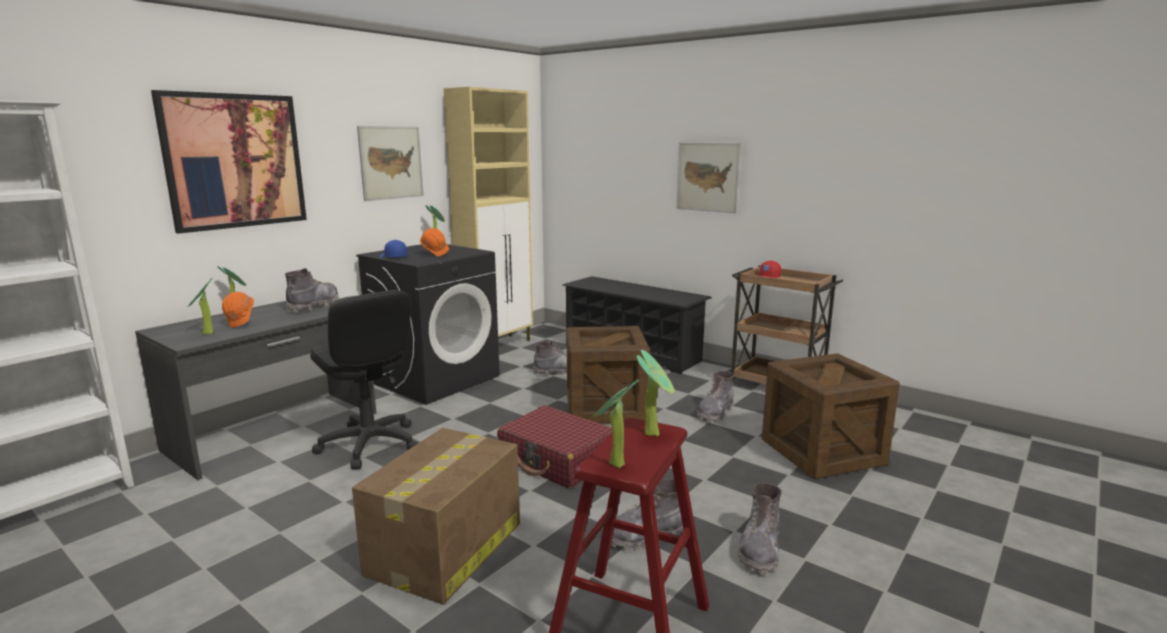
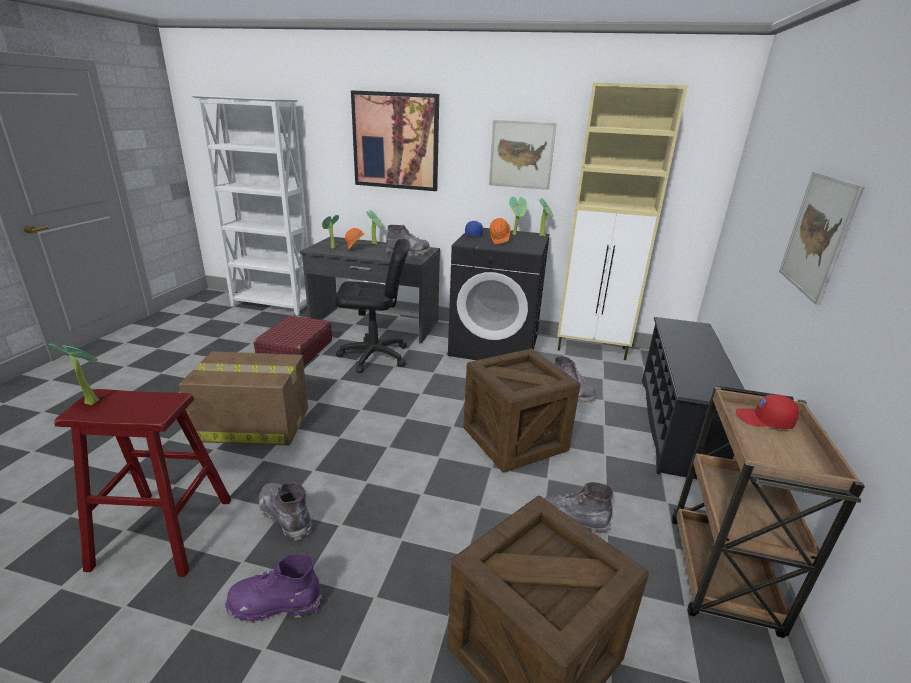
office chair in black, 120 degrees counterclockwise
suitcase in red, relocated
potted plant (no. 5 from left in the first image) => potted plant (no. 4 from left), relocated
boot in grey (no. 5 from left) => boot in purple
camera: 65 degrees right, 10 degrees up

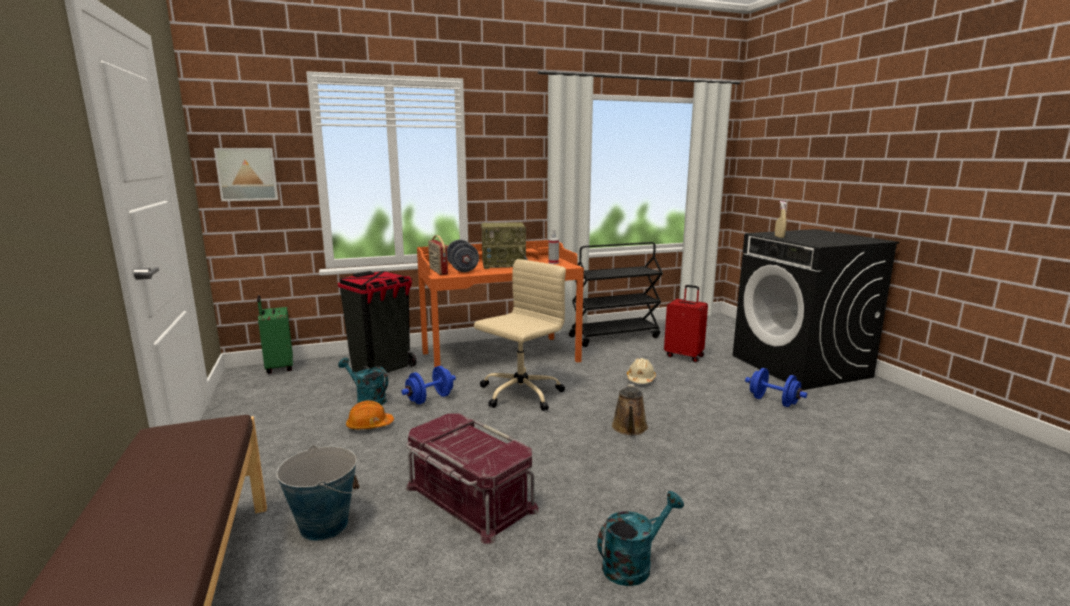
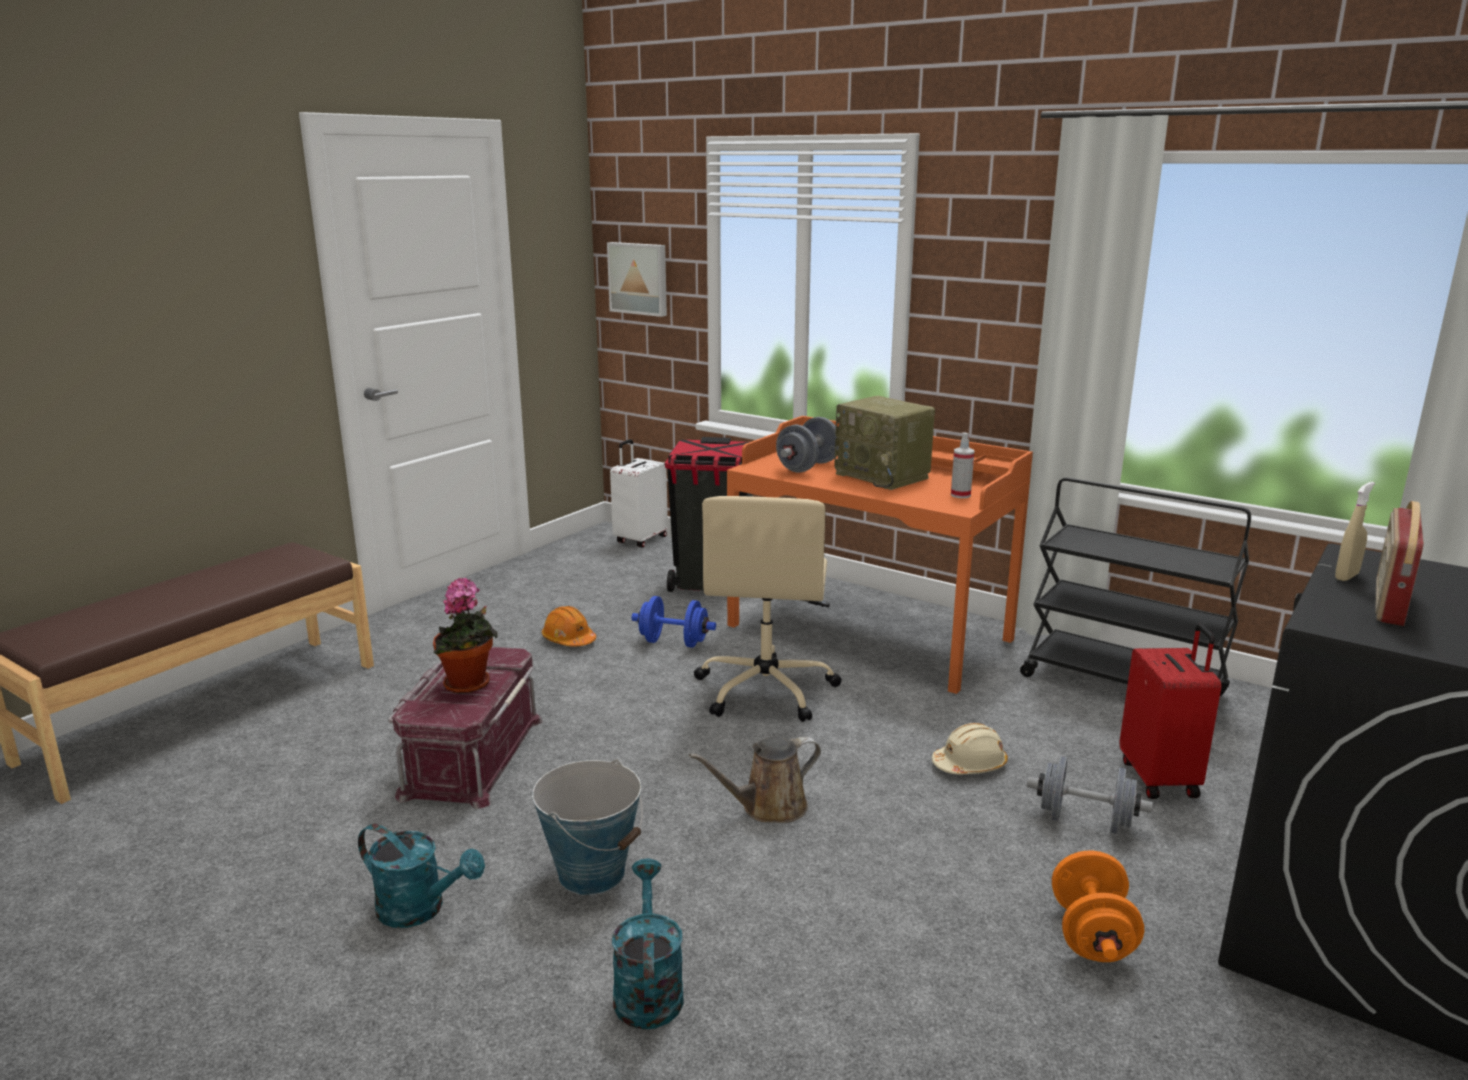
suitcase in green => suitcase in white
bucket, relocated
watering can in turquoise (no. 1 from left in the first image) => watering can in turquoise (no. 2 from left), relocated
radio (no. 1 from left in the first image) => radio (no. 2 from left), relocated
office chair in beige, 90 degrees clockwise
dumbbell in blue (no. 2 from left) => dumbbell in orange
nothing => potted plant
nothing => dumbbell in grey (no. 2 from left)
camera: 55 degrees right, 5 degrees up

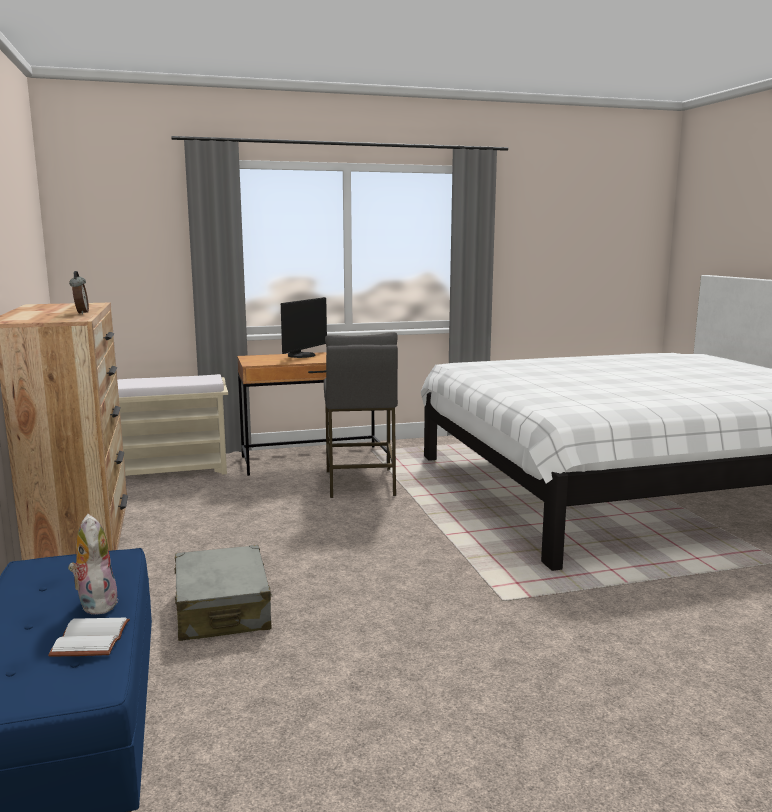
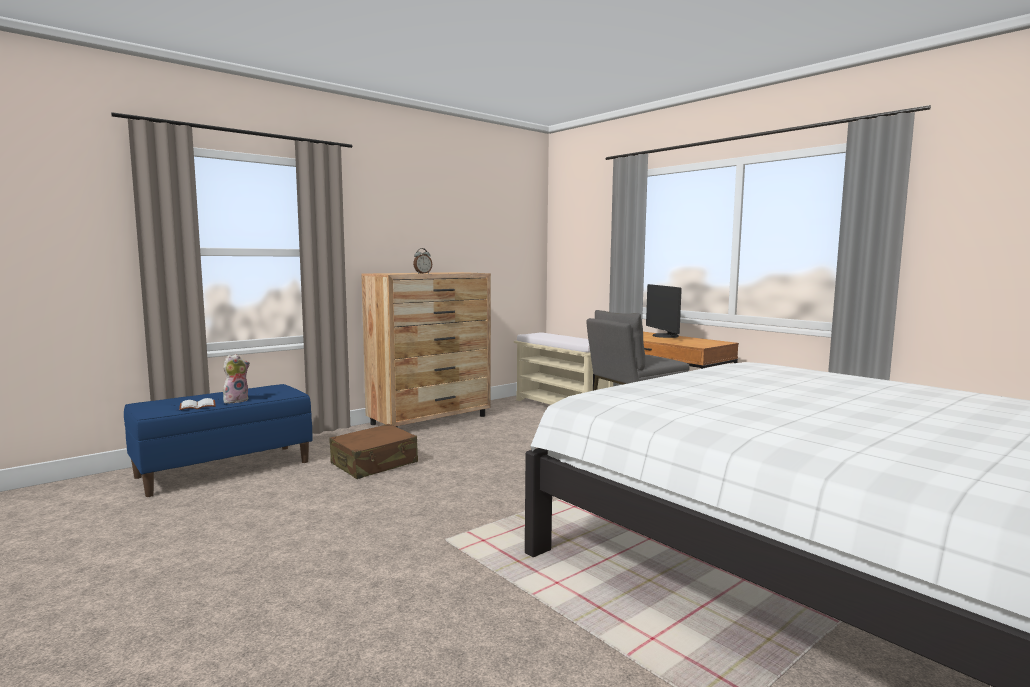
suitcase in grey => suitcase in brown
monitor, 75 degrees clockwise
camera: 65 degrees right, 5 degrees down

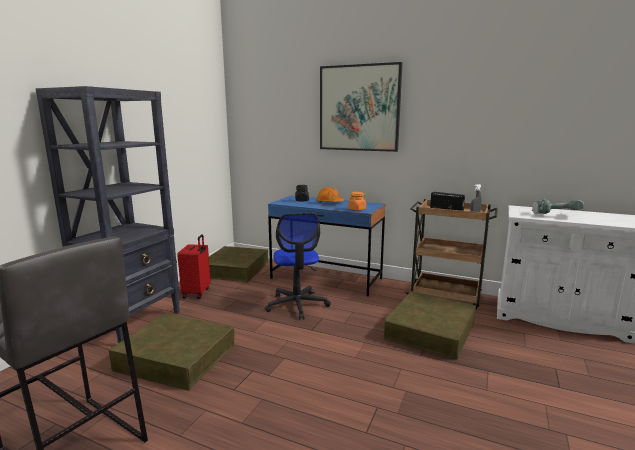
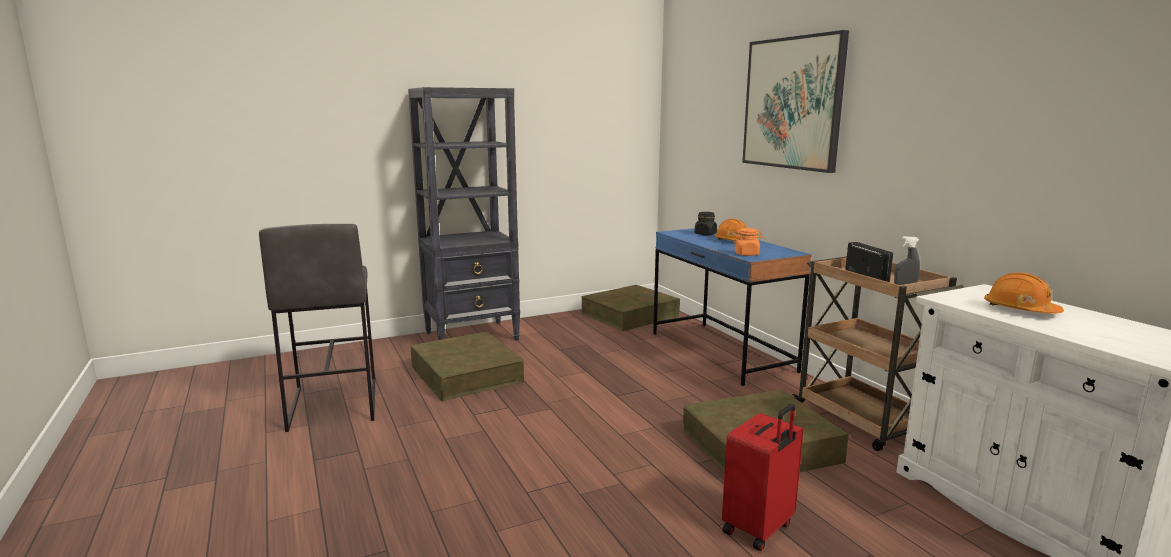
suitcase in red, relocated
office chair => nothing
power drill => hard hat in orange (no. 2 from left)
camera: 40 degrees right, 0 degrees up

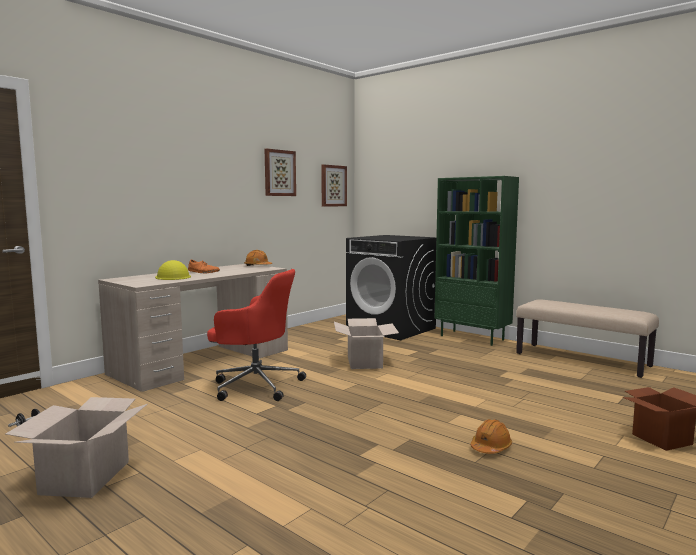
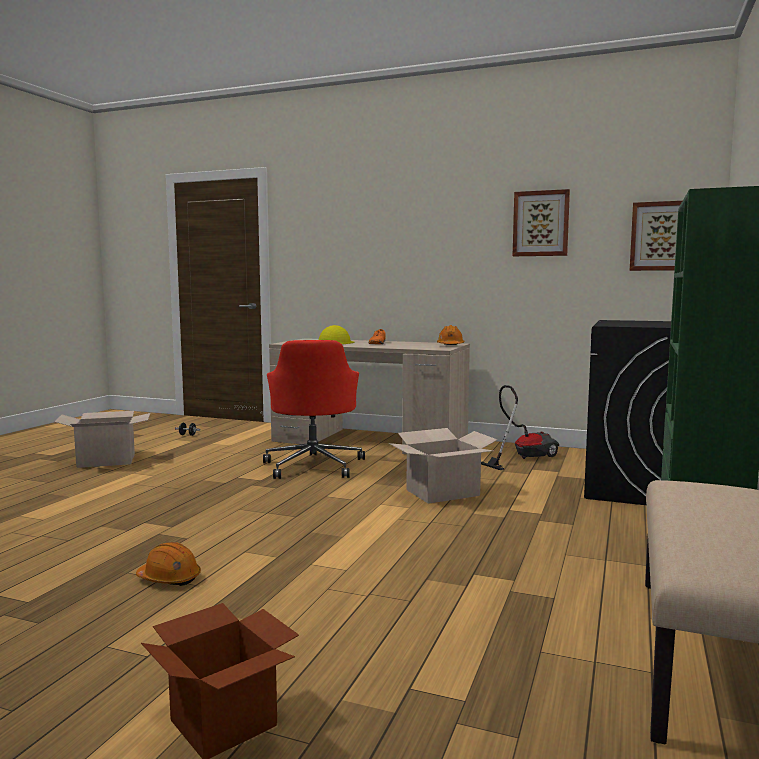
nothing => vacuum cleaner
camera: 70 degrees right, 0 degrees up

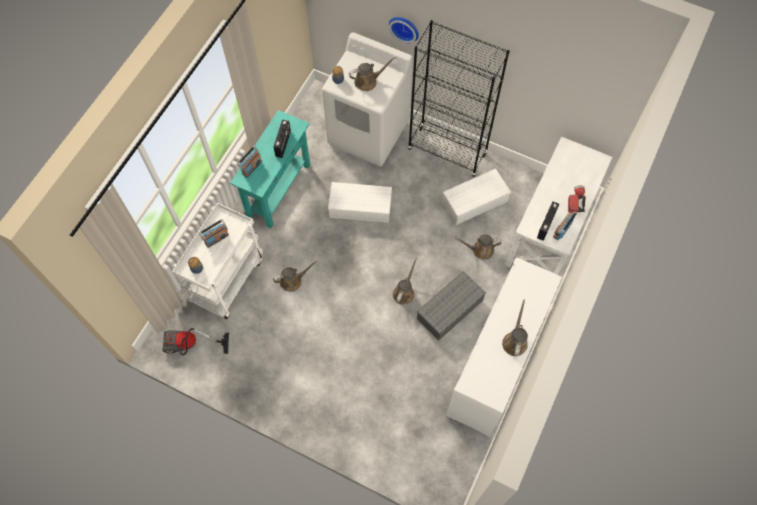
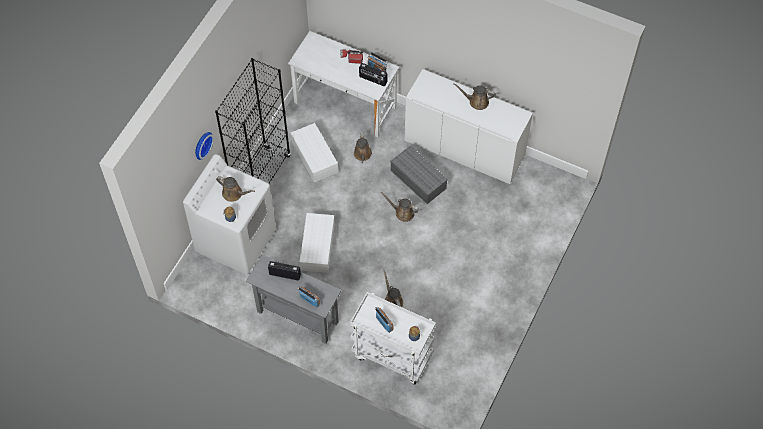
vacuum cleaner => nothing
console table in turquoise => console table in grey
watering can in brown (no. 2 from left in the first image) => watering can in brown (no. 1 from left), 135 degrees clockwise
camera: 90 degrees left, 5 degrees down

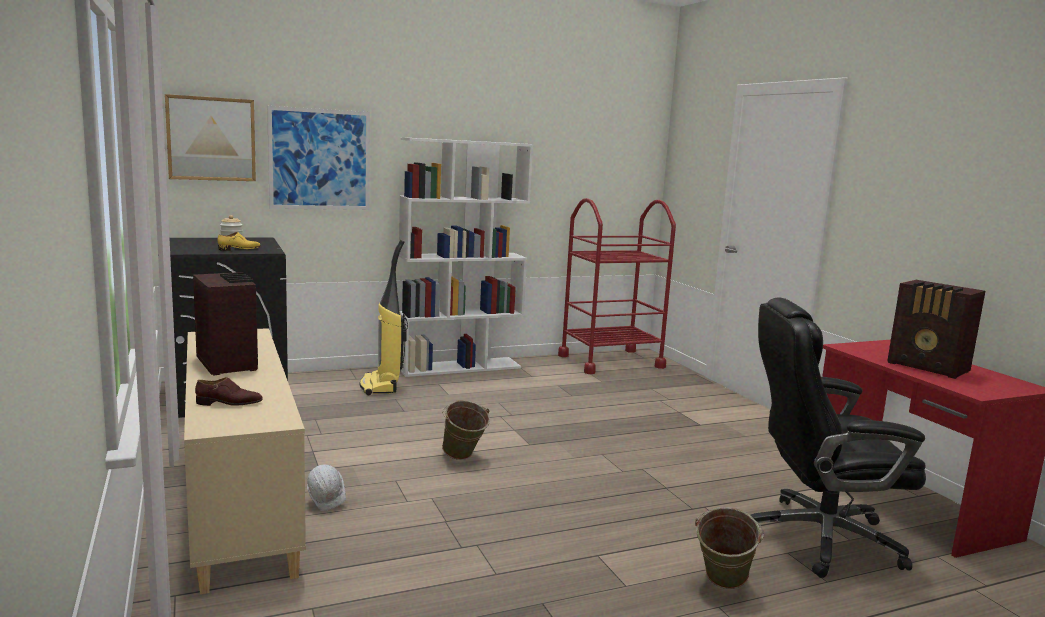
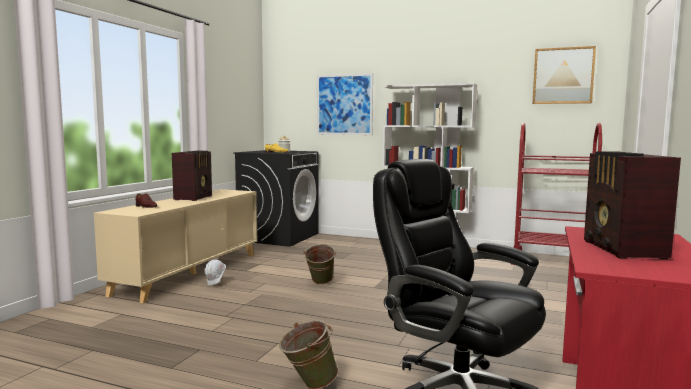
picture (no. 1 from left in the first image) => picture (no. 2 from left), relocated
vacuum cleaner => nothing
camera: 45 degrees right, 5 degrees down

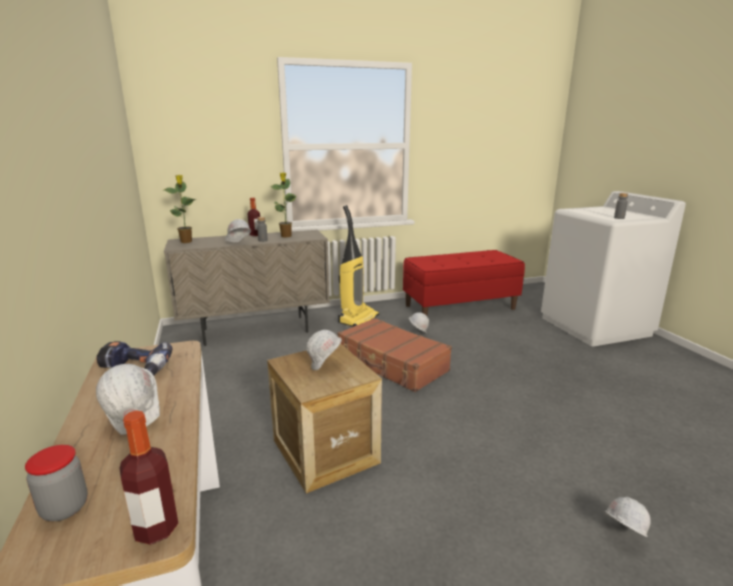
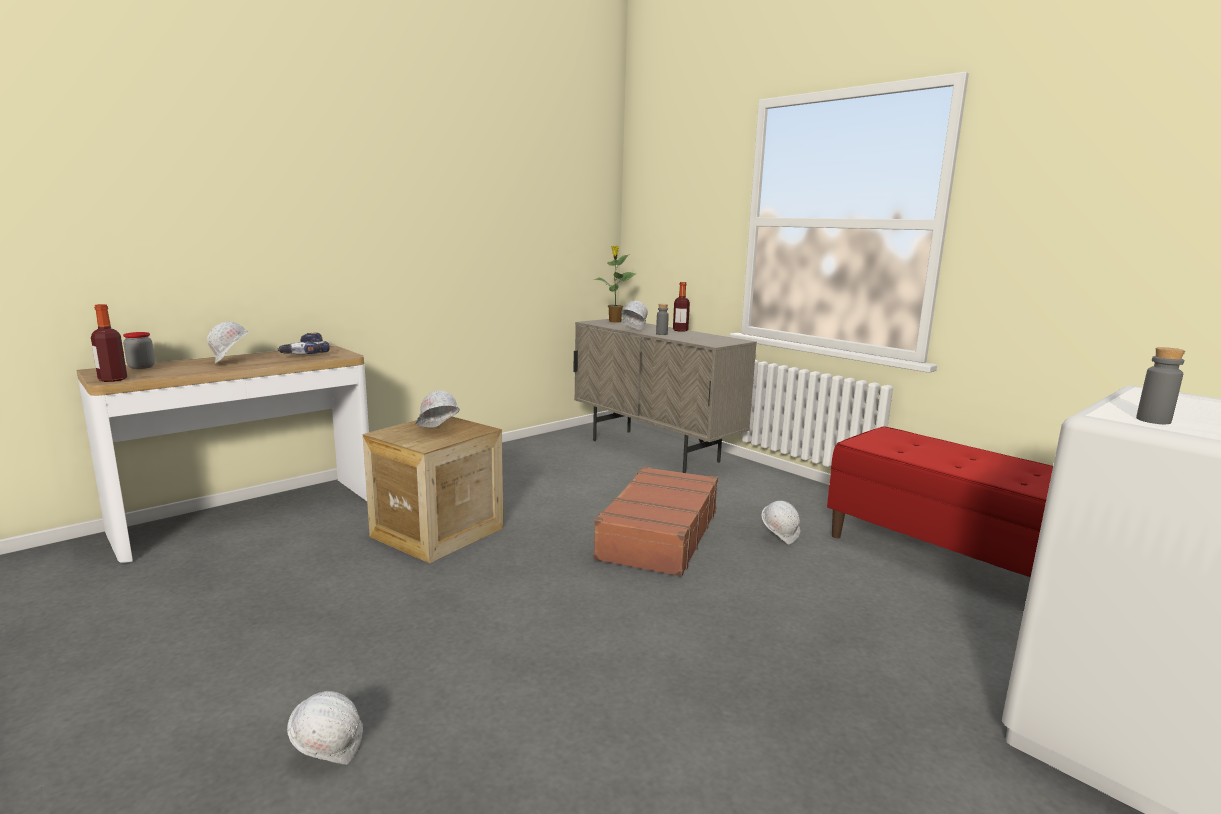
potted plant (no. 2 from left) => nothing
vacuum cleaner => nothing
camera: 65 degrees right, 5 degrees down

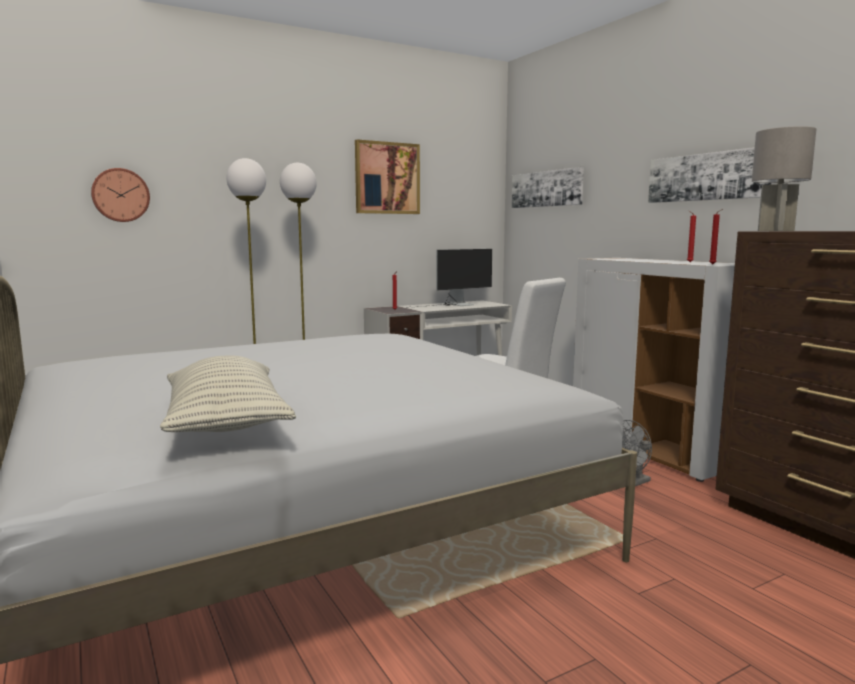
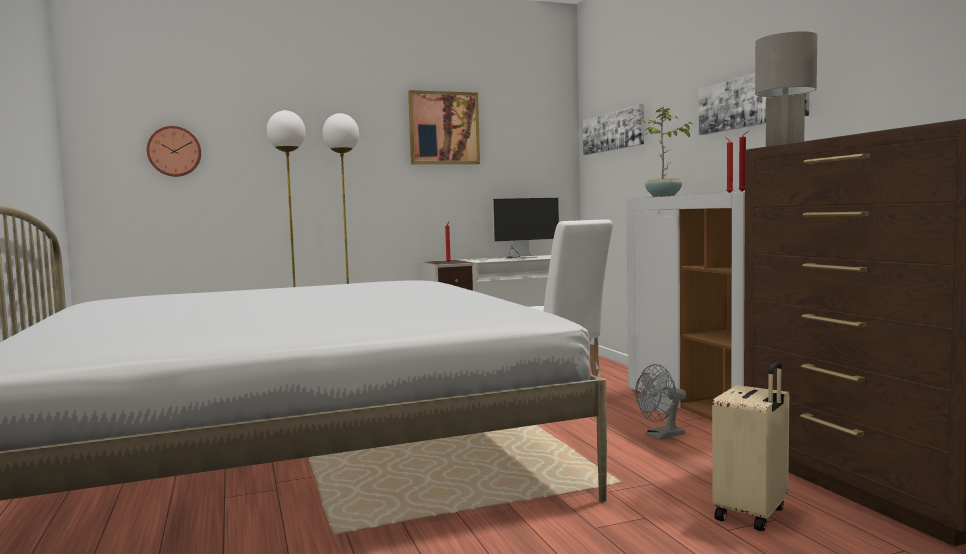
pillow => nothing
nothing => potted plant
nothing => suitcase in beige
camera: 10 degrees right, 5 degrees down

